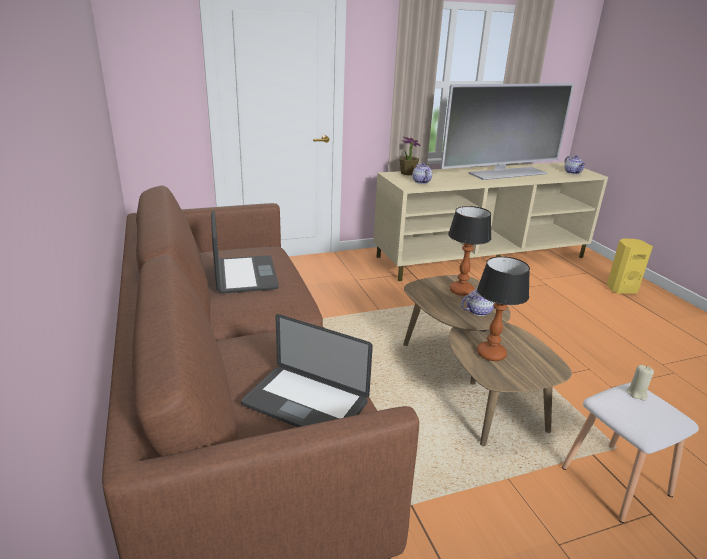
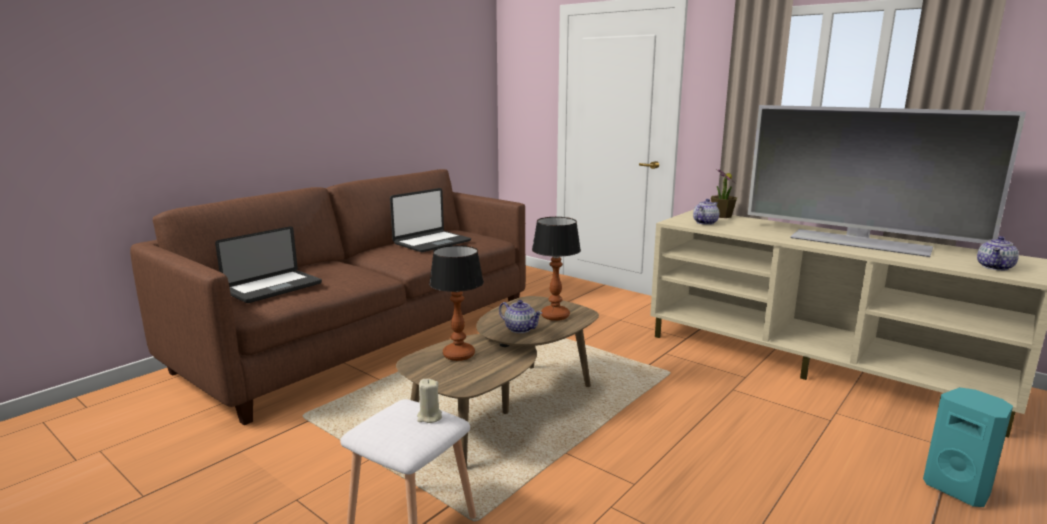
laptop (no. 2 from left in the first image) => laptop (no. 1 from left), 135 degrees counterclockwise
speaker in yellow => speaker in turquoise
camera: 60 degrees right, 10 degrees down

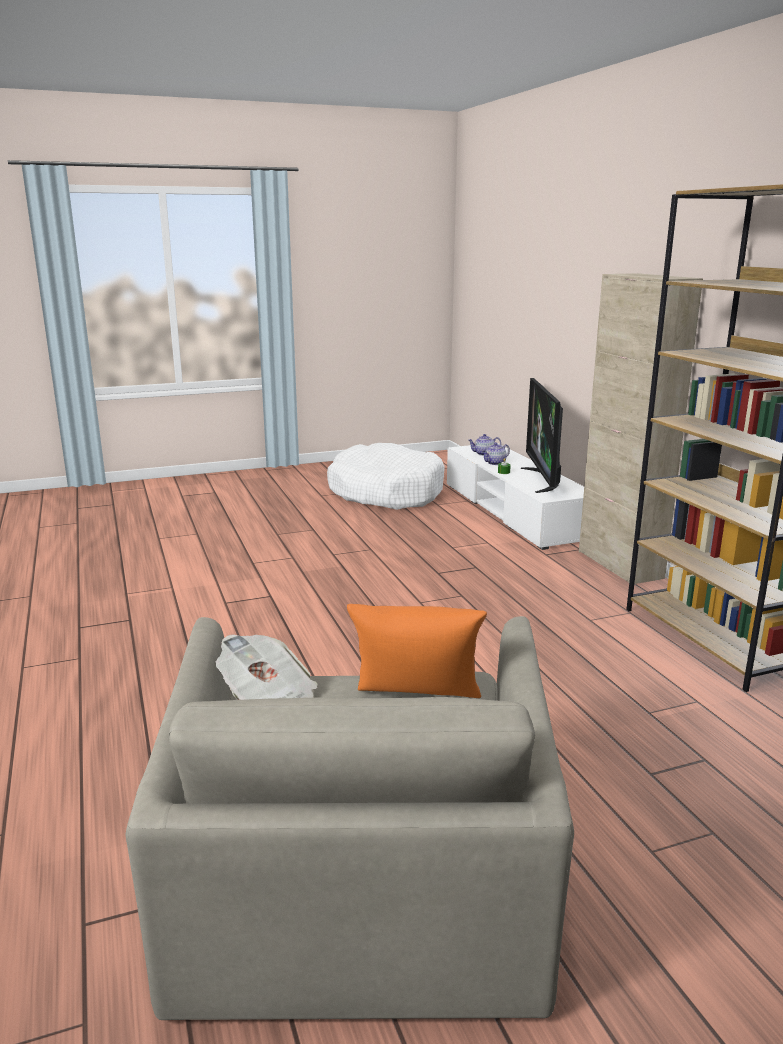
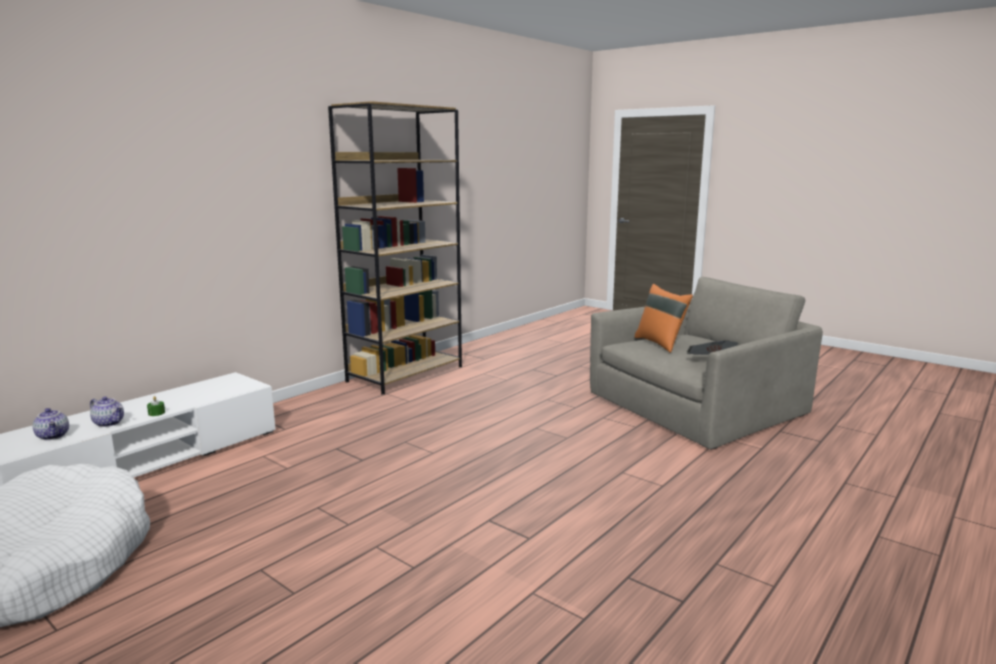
television => nothing
cabinet in beige => nothing
camera: 120 degrees left, 5 degrees down

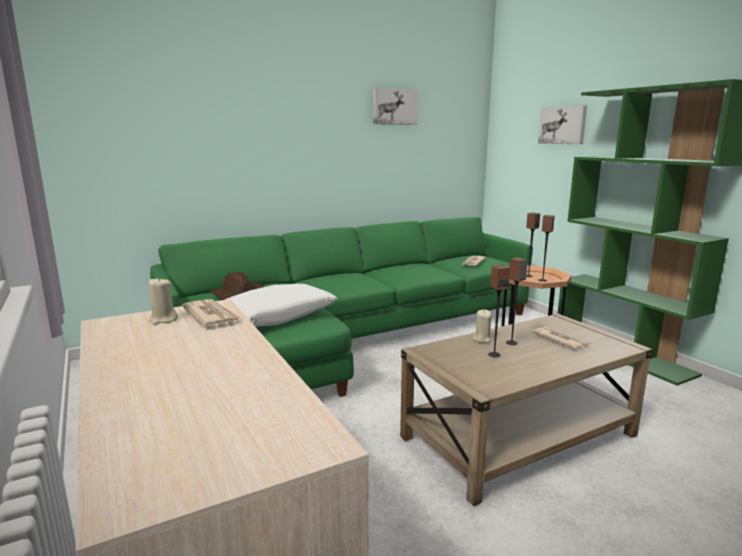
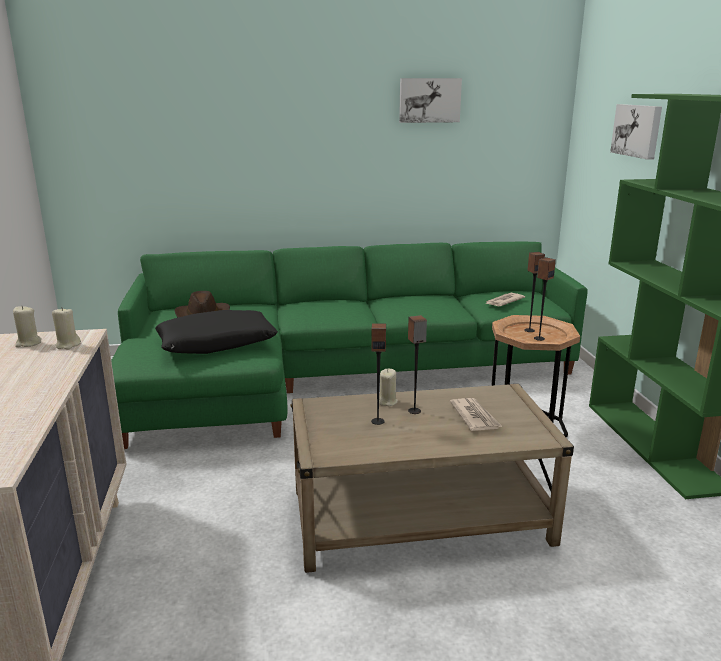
newspaper (no. 1 from left) => candle in beige (no. 2 from left)
pillow in white => pillow in black
camera: 20 degrees right, 5 degrees up

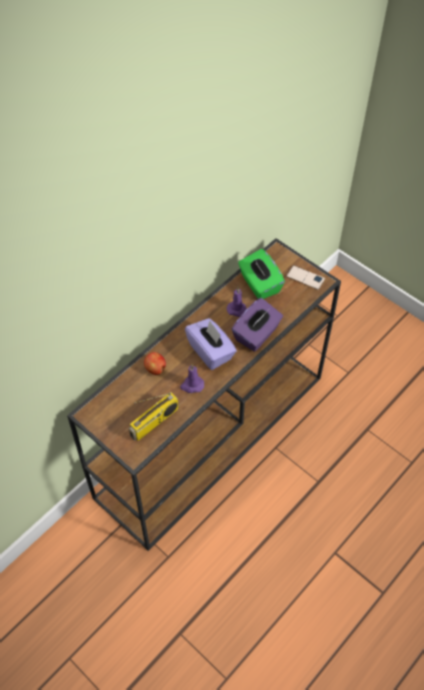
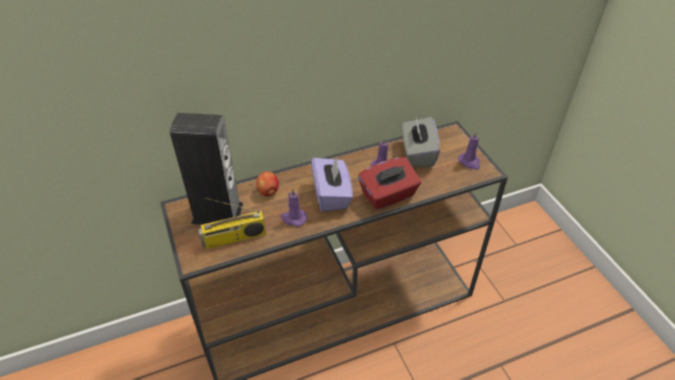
tissue box in purple (no. 2 from left) => tissue box in red
tissue box in green => tissue box in grey
phone => candle in purple (no. 3 from left)
nothing => speaker
camera: 25 degrees right, 10 degrees down

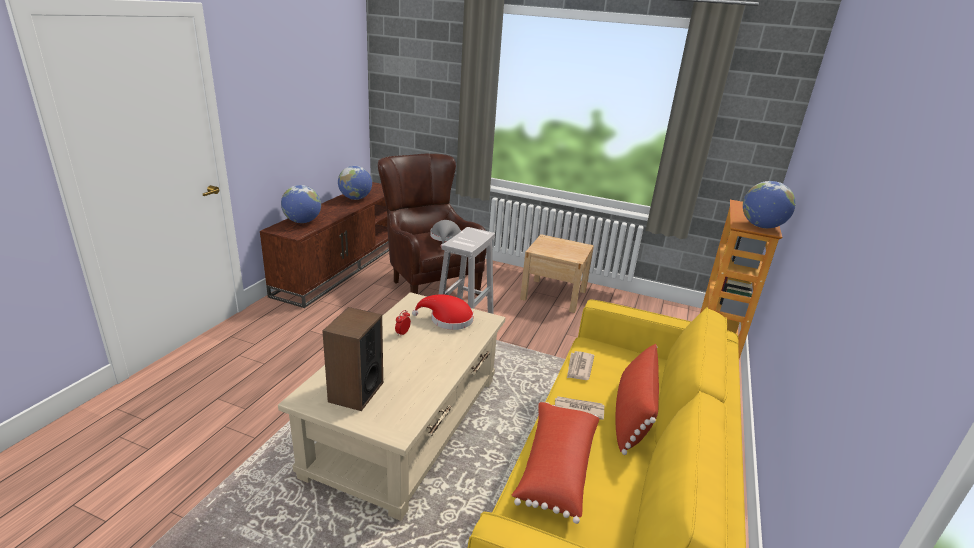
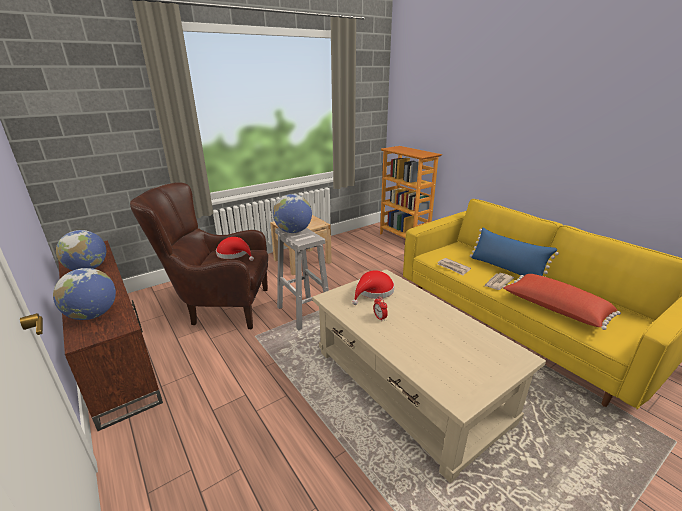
speaker => nothing
hat in grey => hat in red (no. 1 from left)
pillow in red (no. 2 from left) => pillow in blue
globe (no. 3 from left), relocated
camera: 55 degrees left, 0 degrees up

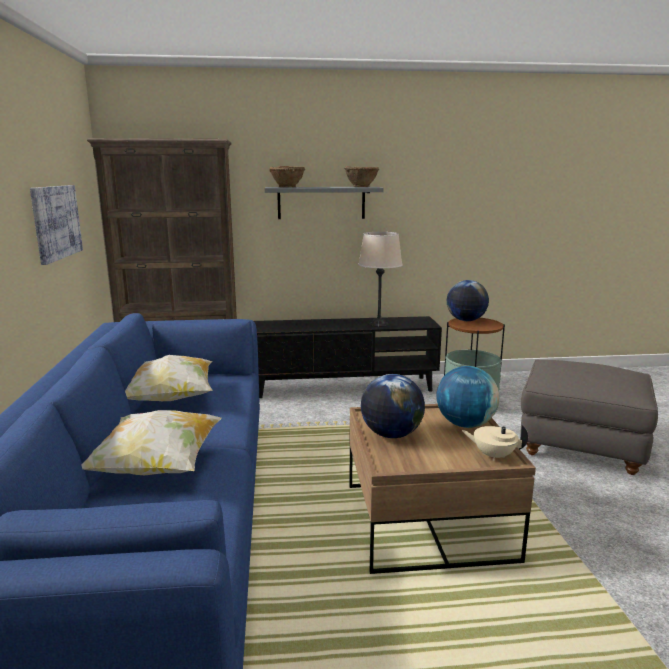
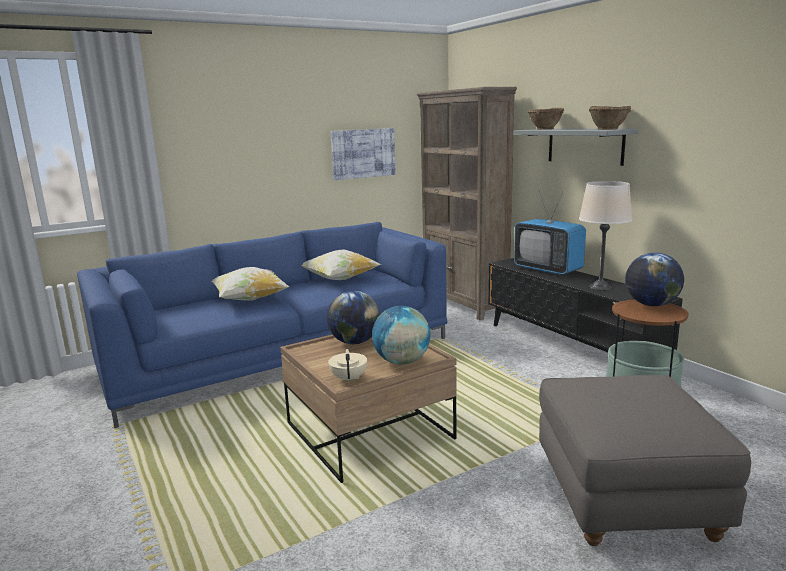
nothing => television
camera: 65 degrees right, 0 degrees up

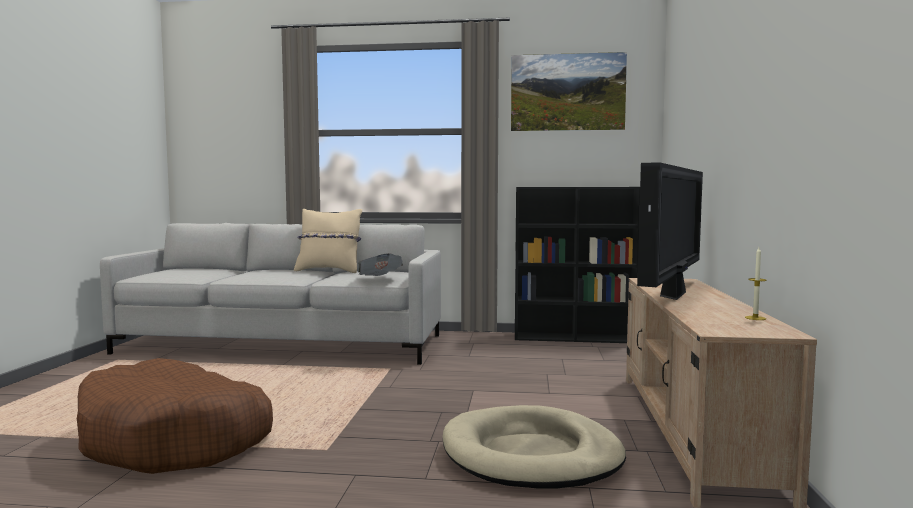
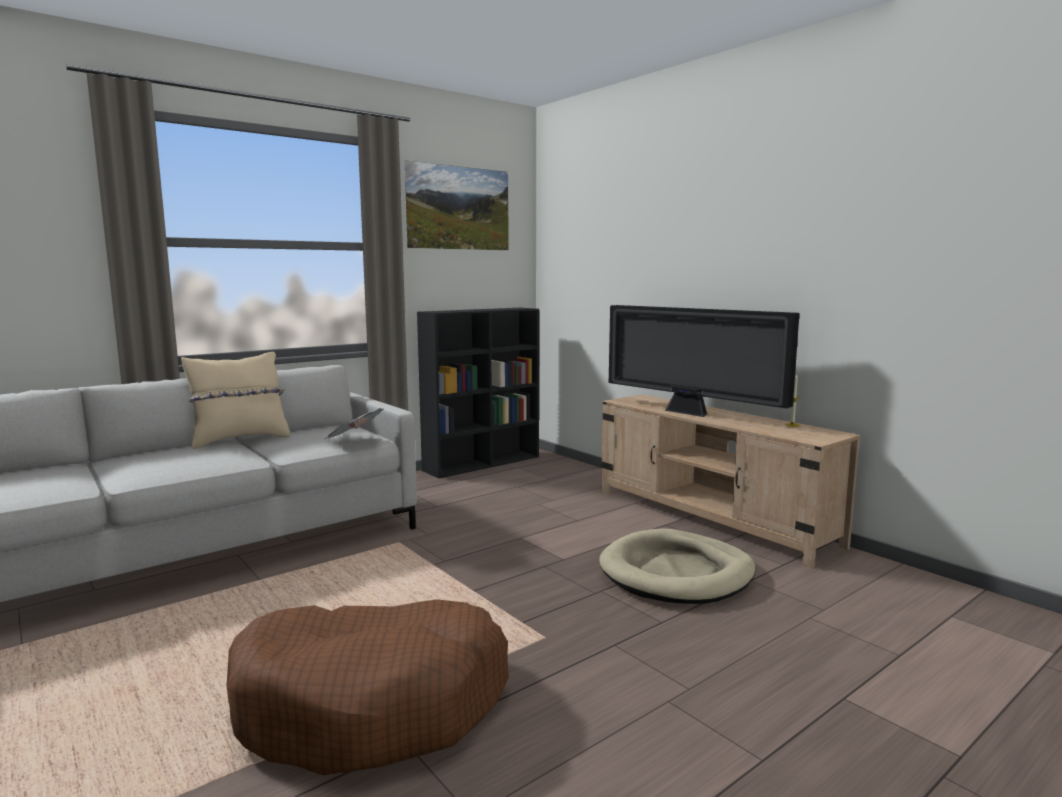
television, 150 degrees clockwise
camera: 45 degrees left, 5 degrees up

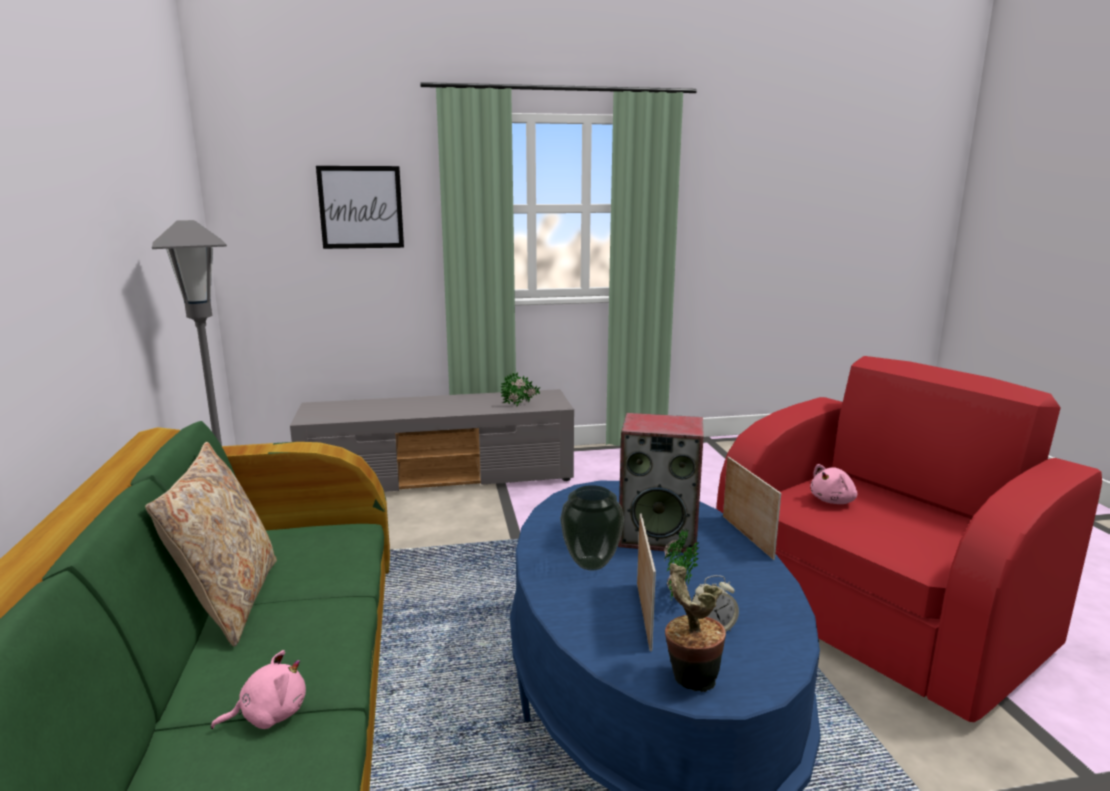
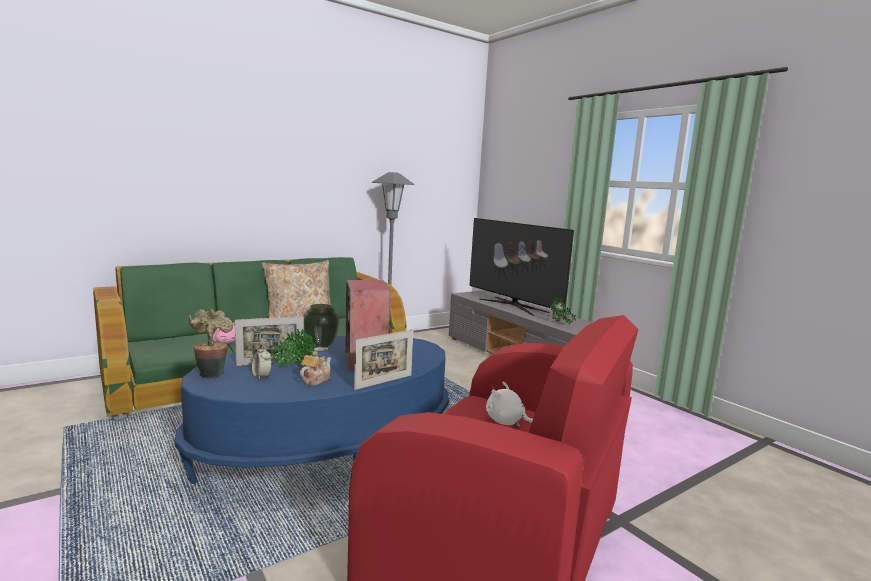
picture => nothing
plush toy in pink (no. 2 from left) => plush toy in white
nothing => teapot
nothing => television
camera: 65 degrees right, 5 degrees down

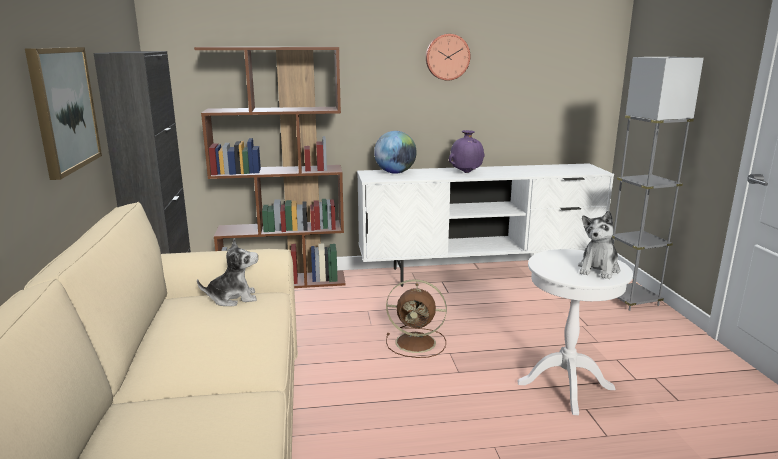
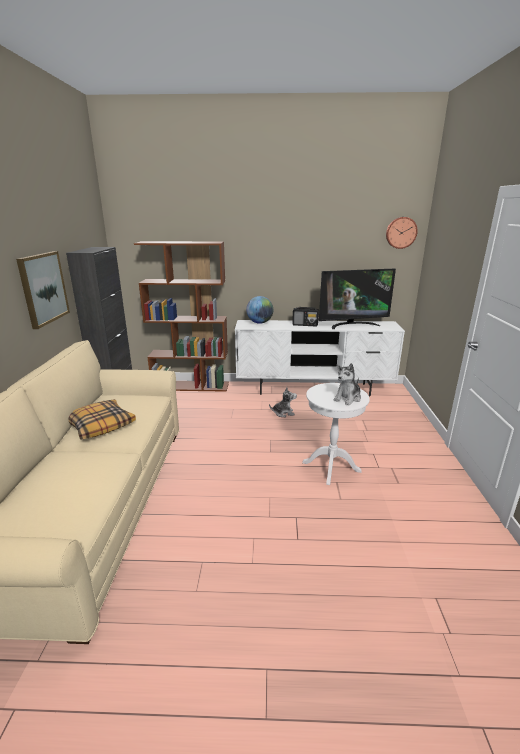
plush toy (no. 1 from left), relocated
fan in brown => nothing
wall clock, relocated
vase in purple => radio
floor lamp in grey => nothing
nothing => pillow
nothing => television
camera: 10 degrees right, 5 degrees up

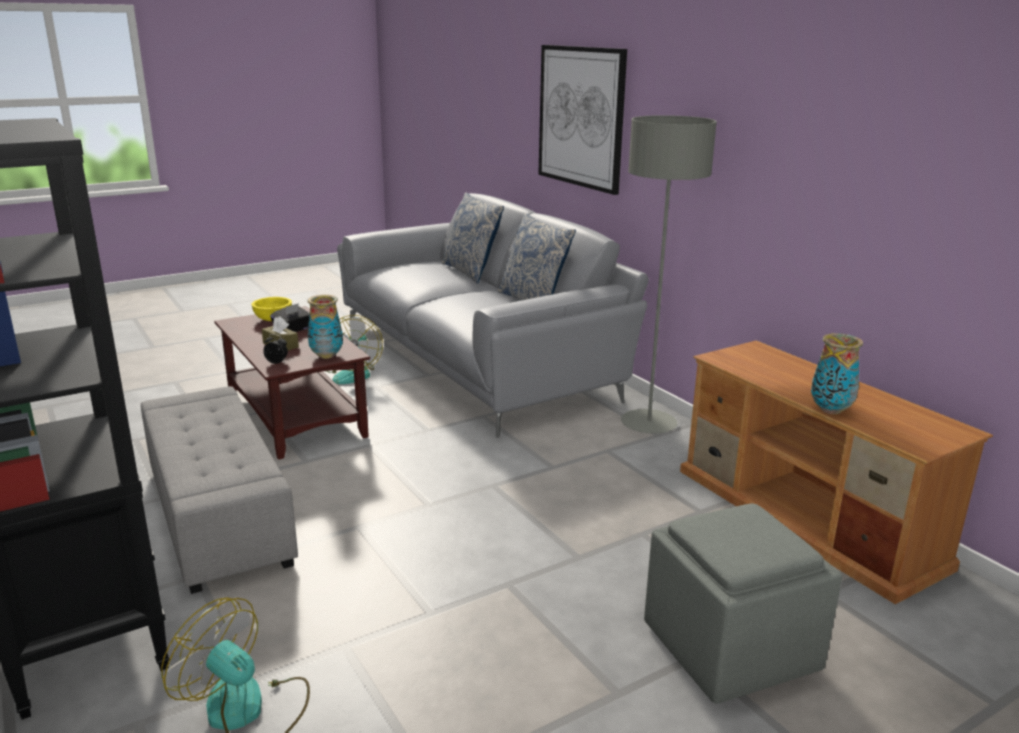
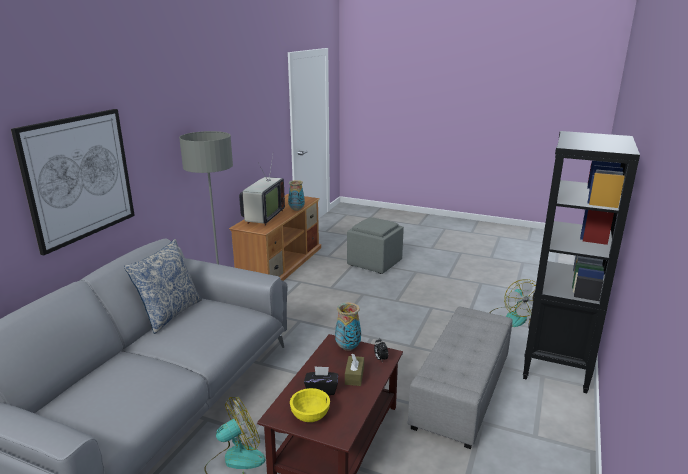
pillow (no. 1 from left) => nothing
nothing => television
camera: 125 degrees left, 0 degrees up

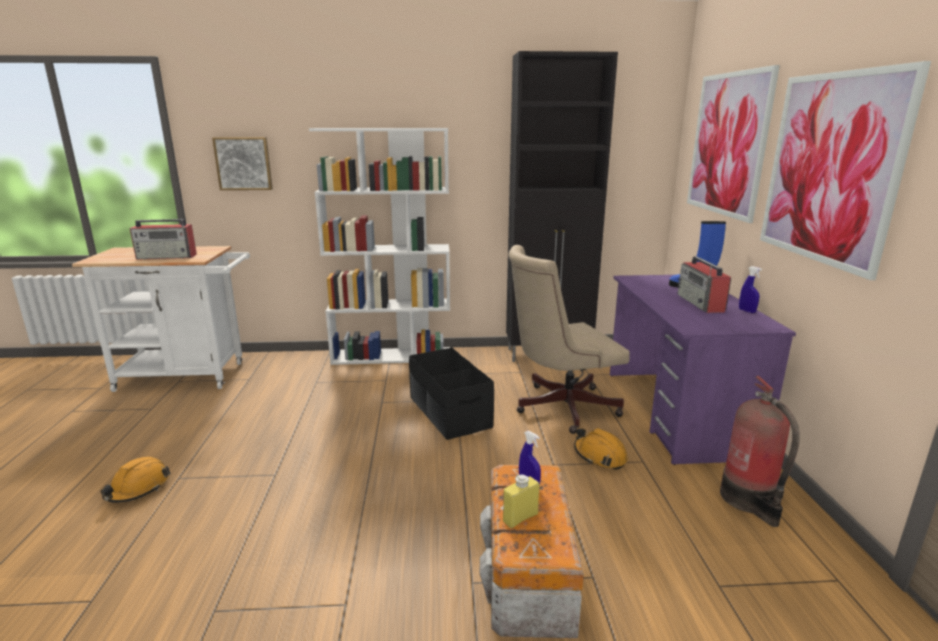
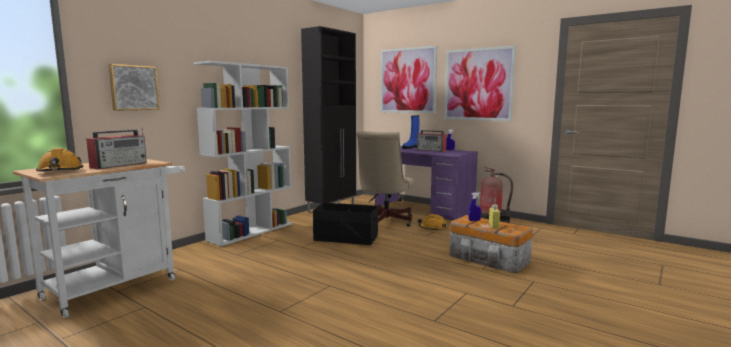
hard hat in orange (no. 1 from left), relocated
camera: 50 degrees left, 10 degrees down

